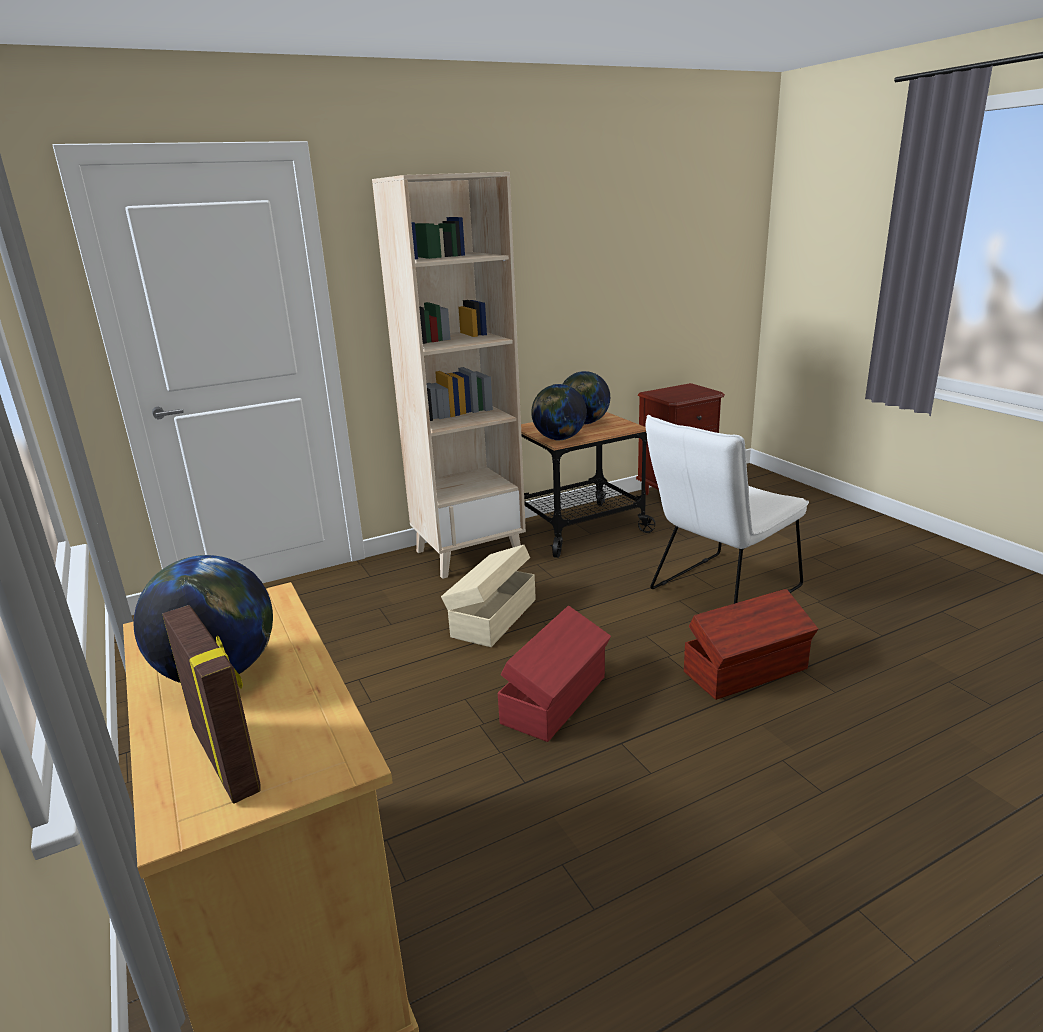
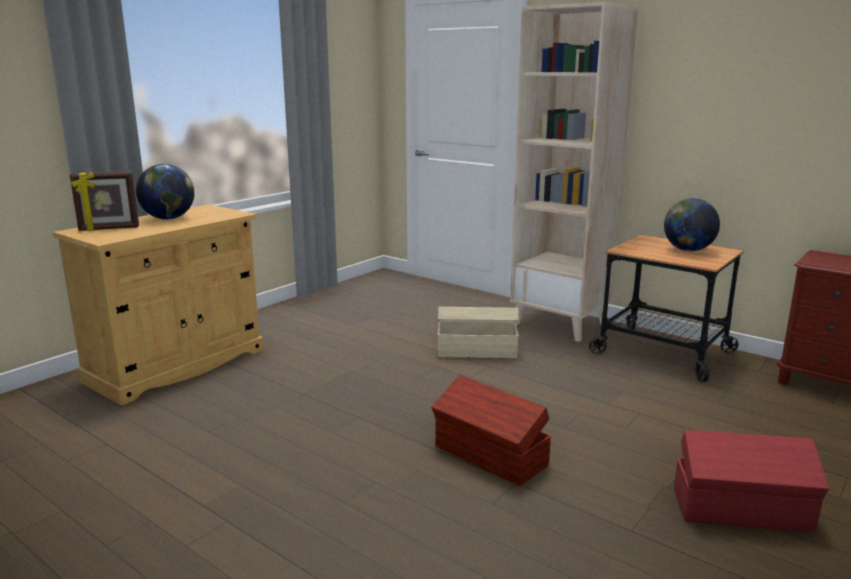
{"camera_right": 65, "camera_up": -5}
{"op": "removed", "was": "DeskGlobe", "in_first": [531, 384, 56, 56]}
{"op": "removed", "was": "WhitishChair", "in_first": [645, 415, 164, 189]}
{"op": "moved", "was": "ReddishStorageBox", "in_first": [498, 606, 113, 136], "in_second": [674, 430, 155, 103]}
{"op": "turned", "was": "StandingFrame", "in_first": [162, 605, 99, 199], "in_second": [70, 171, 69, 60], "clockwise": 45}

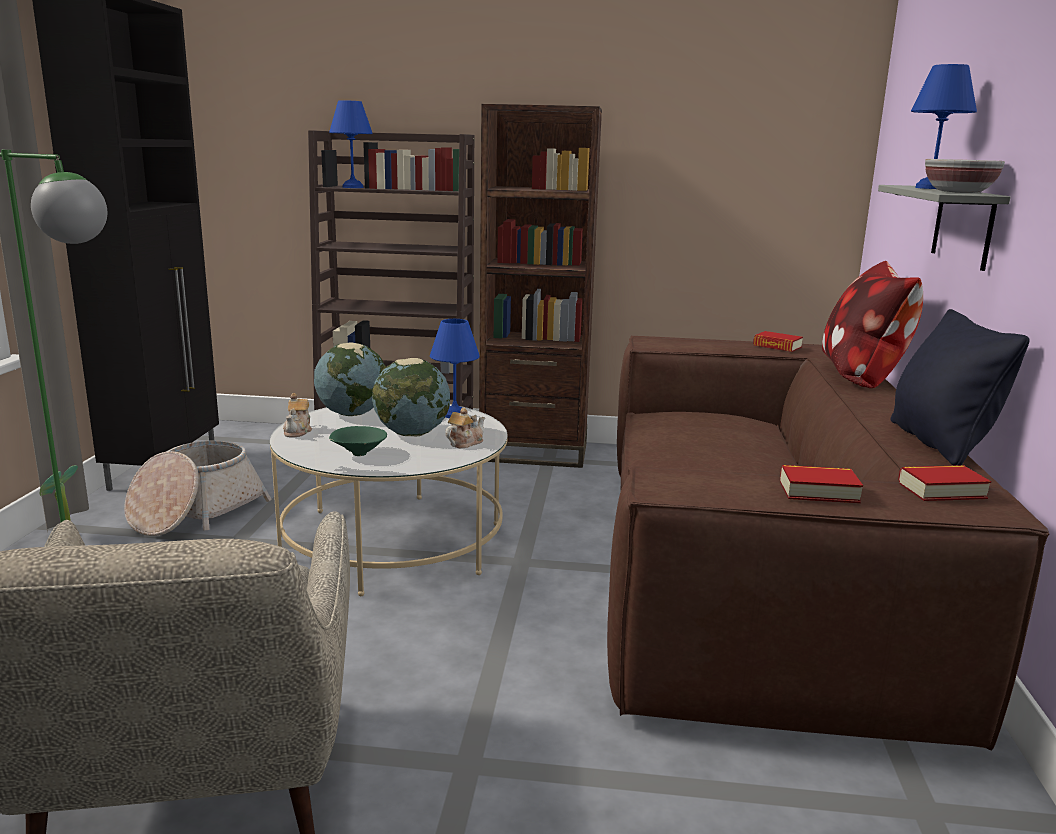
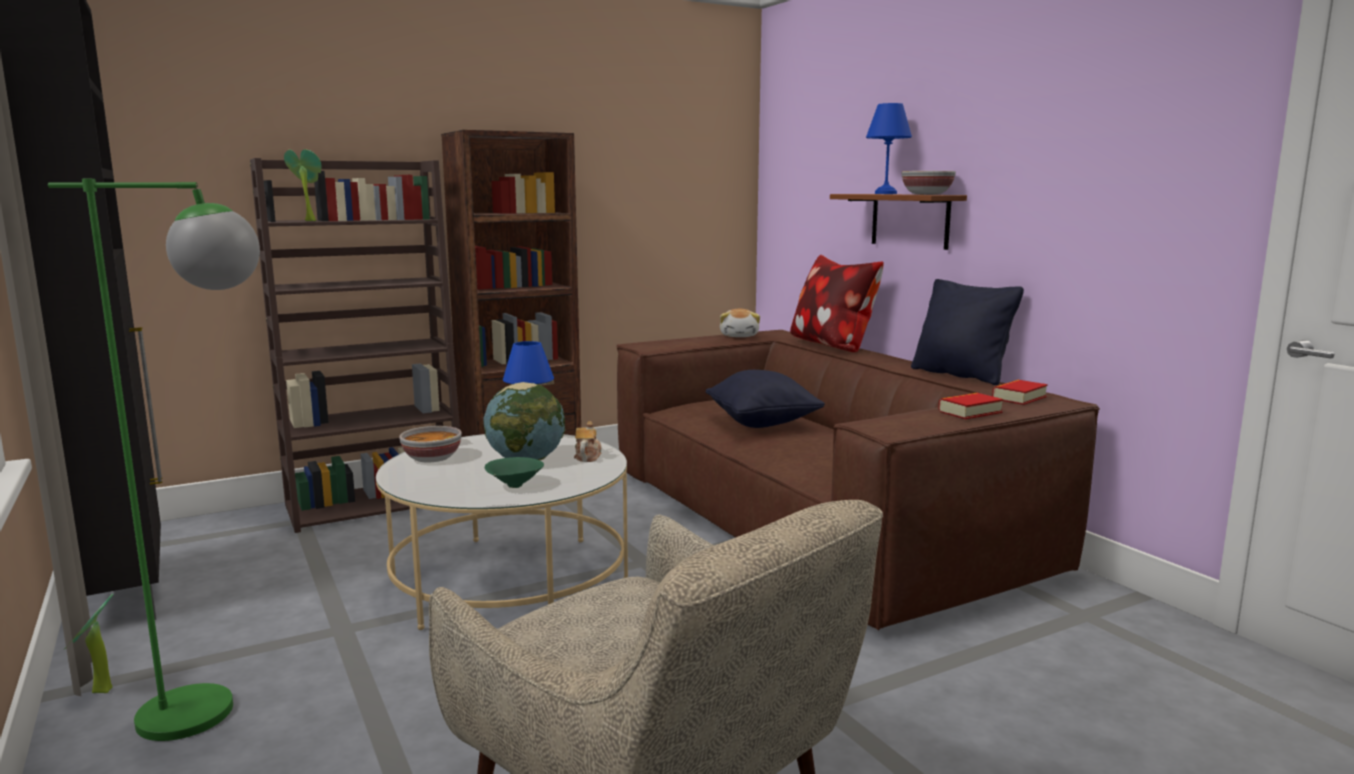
{"camera_right": -35, "camera_up": -5}
{"op": "removed", "was": "HouseholdBasket", "in_first": [124, 440, 147, 96]}
{"op": "removed", "was": "TeaPot", "in_first": [283, 393, 29, 44]}
{"op": "added", "now": "BlackColouredCushion", "in_second": [705, 370, 120, 58]}
{"op": "replaced", "was": "DeskGlobe", "now": "Bowl", "in_first": [314, 342, 72, 74], "in_second": [399, 426, 63, 36]}
{"op": "replaced", "was": "BluishLampForATable", "now": "PlantInAPot", "in_first": [329, 100, 44, 88], "in_second": [284, 149, 38, 72]}
{"op": "replaced", "was": "Volume", "now": "PlushToy", "in_first": [753, 331, 50, 21], "in_second": [720, 309, 40, 28]}
{"op": "recoloured", "was": "GreyShelf", "now": "BrownShelf", "in_first": [878, 185, 133, 86], "in_second": [830, 194, 137, 56]}

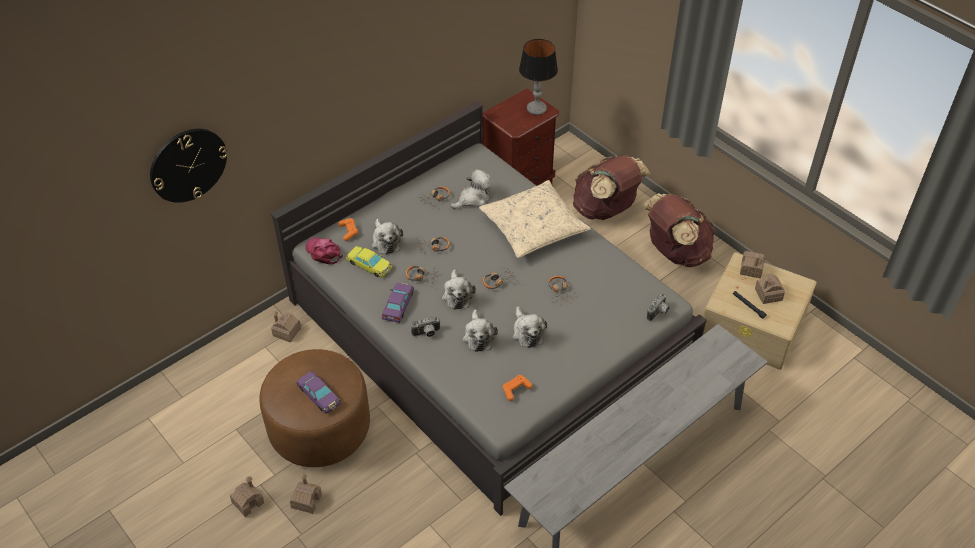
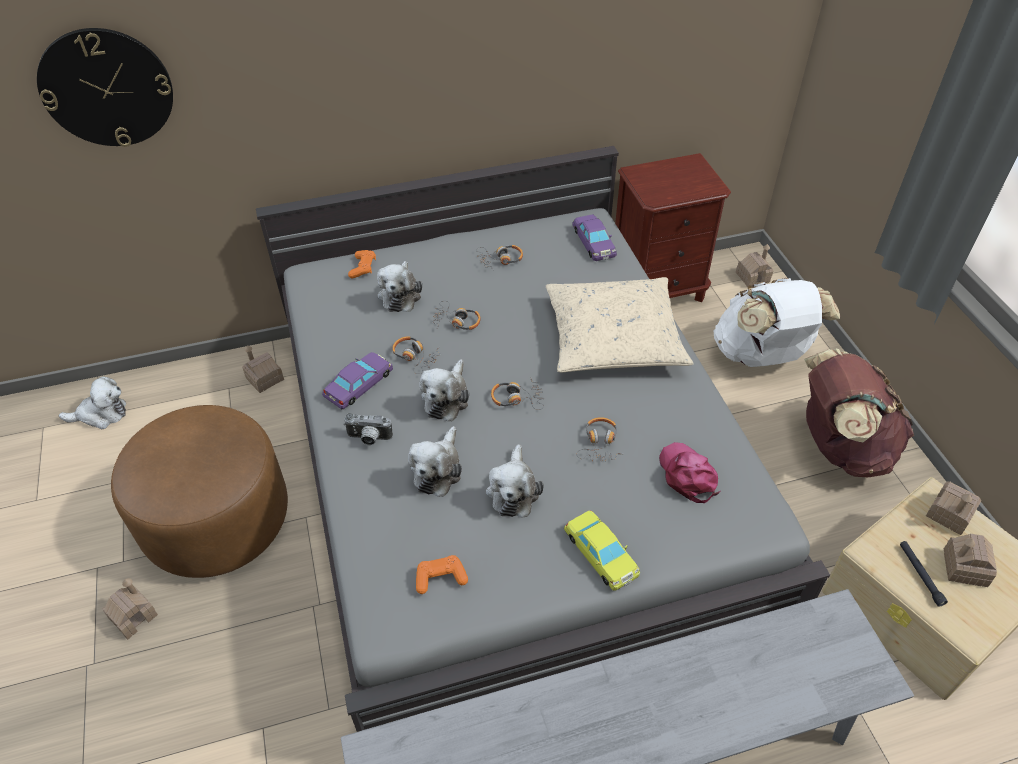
{"camera_right": 25, "camera_up": 0}
{"op": "removed", "was": "LampForATable", "in_first": [519, 39, 39, 76]}
{"op": "removed", "was": "PhotoCamera", "in_first": [647, 293, 23, 28]}
{"op": "moved", "was": "MiniatureHouse", "in_first": [230, 476, 34, 41], "in_second": [736, 244, 37, 43]}
{"op": "moved", "was": "PurpleMiniatureCar", "in_first": [296, 371, 45, 43], "in_second": [572, 214, 45, 47]}
{"op": "moved", "was": "PinkBaseballCap", "in_first": [305, 237, 38, 28], "in_second": [659, 442, 61, 61]}
{"op": "moved", "was": "YellowishMiniatureCar", "in_first": [346, 246, 46, 32], "in_second": [564, 510, 76, 81]}
{"op": "moved", "was": "PlushToy", "in_first": [451, 169, 39, 41], "in_second": [59, 377, 67, 53]}
{"op": "recoloured", "was": "BrownRucksack", "now": "WhitishRucksack", "in_first": [573, 156, 78, 64], "in_second": [713, 278, 127, 89]}

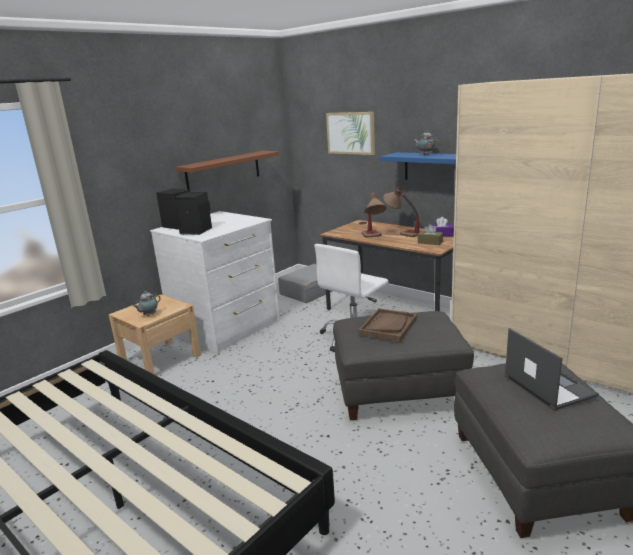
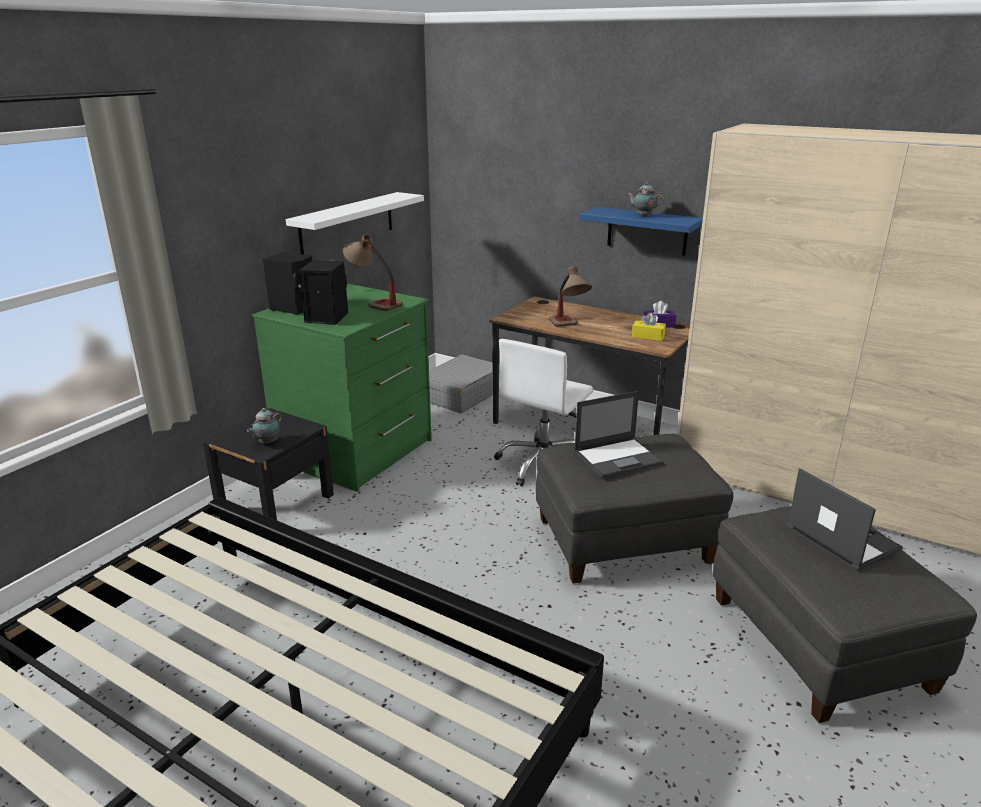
{"camera_right": -10, "camera_up": 5}
{"op": "removed", "was": "WallArt", "in_first": [326, 112, 49, 43]}
{"op": "moved", "was": "LampForATable", "in_first": [383, 187, 38, 50], "in_second": [343, 235, 60, 76]}
{"op": "replaced", "was": "BrownServingTray", "now": "PortableComputer", "in_first": [359, 308, 58, 34], "in_second": [574, 391, 90, 87]}
{"op": "recoloured", "was": "BeigeColouredBedsideTable", "now": "BlackColouredBedsideTable", "in_first": [109, 294, 92, 81], "in_second": [203, 408, 131, 112]}
{"op": "recoloured", "was": "WhitishDrawerChest", "now": "GreenishDrawerChest", "in_first": [150, 211, 130, 143], "in_second": [252, 283, 180, 209]}
{"op": "recoloured", "was": "BrownShelf", "now": "WhitishShelf", "in_first": [175, 151, 104, 40], "in_second": [286, 192, 138, 62]}
{"op": "recoloured", "was": "BrownTissueBox", "now": "YellowishTissueBox", "in_first": [418, 224, 25, 21], "in_second": [632, 312, 34, 29]}

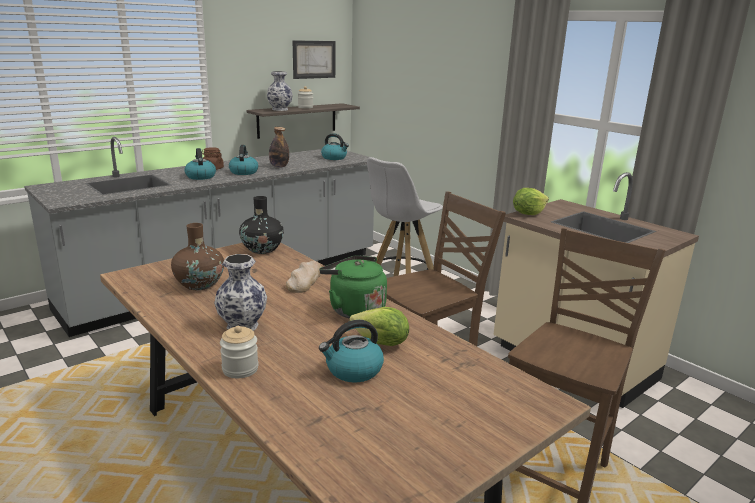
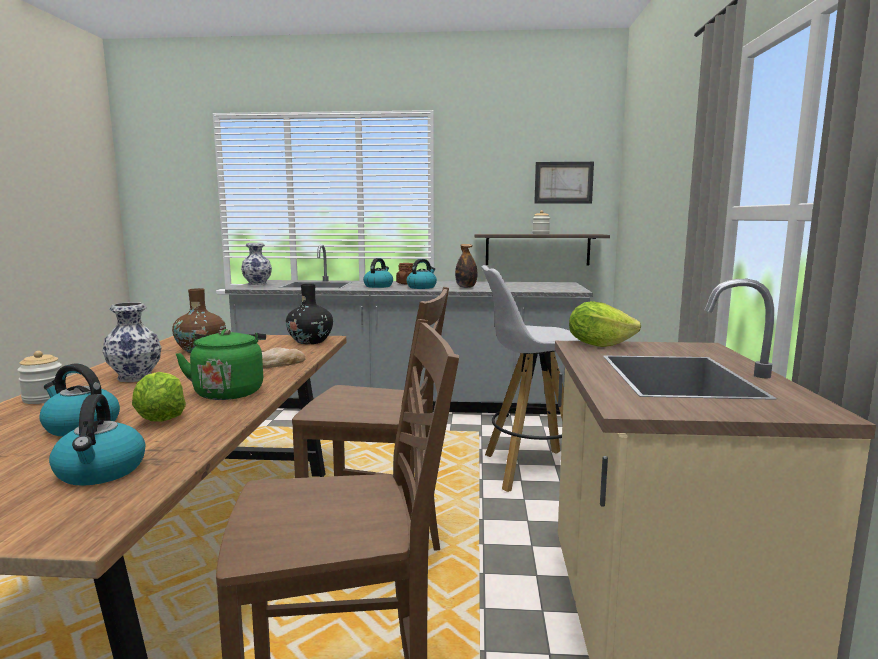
{"camera_right": 45, "camera_up": -10}
{"op": "moved", "was": "Vase", "in_first": [267, 71, 26, 40], "in_second": [241, 243, 31, 43]}
{"op": "moved", "was": "TeaKettle", "in_first": [321, 133, 28, 27], "in_second": [49, 394, 96, 92]}

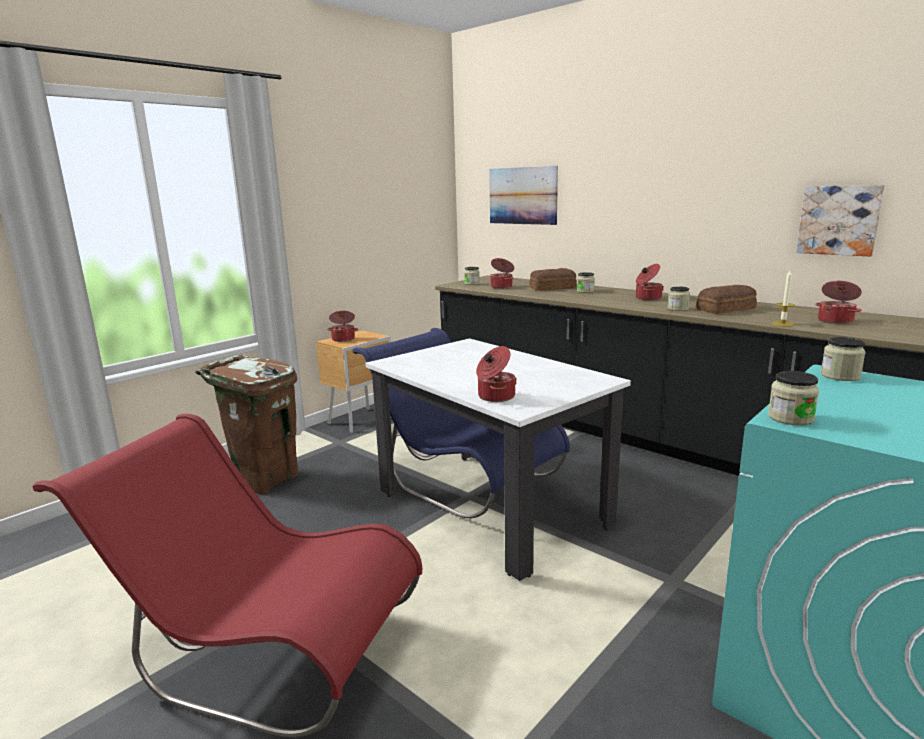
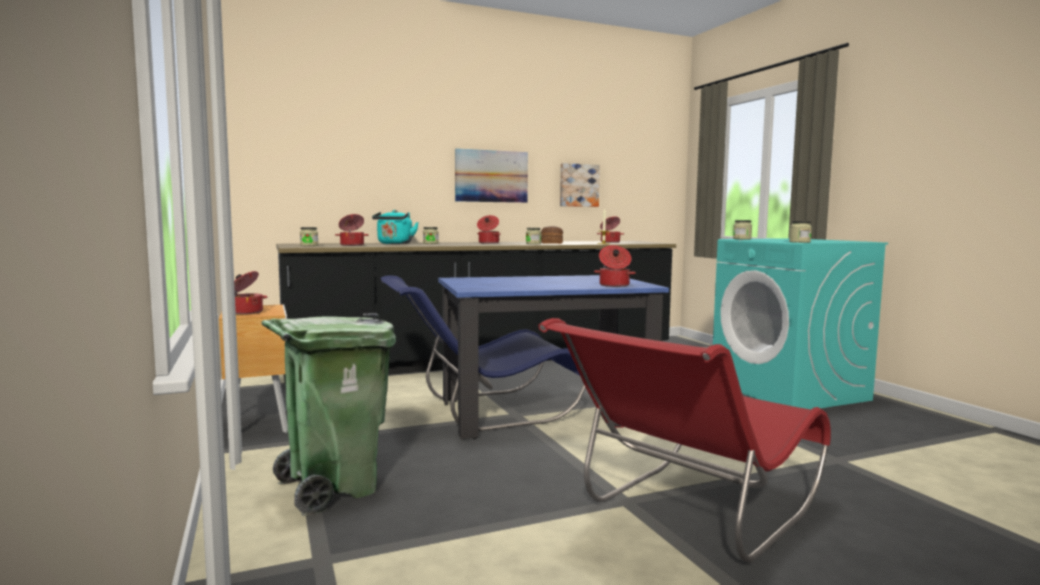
{"camera_right": -65, "camera_up": -10}
{"op": "moved", "was": "WallArt", "in_first": [489, 166, 69, 59], "in_second": [455, 149, 73, 54]}
{"op": "replaced", "was": "BakedBread", "now": "BlueGreenTeaKettle", "in_first": [529, 268, 48, 23], "in_second": [372, 210, 47, 34]}
{"op": "recoloured", "was": "BrownRubbishBin", "now": "GreenishRubbishBin", "in_first": [195, 355, 104, 139], "in_second": [261, 313, 135, 203]}
{"op": "recoloured", "was": "WhitishKitchenTable", "now": "BluishKitchenTable", "in_first": [365, 338, 266, 243], "in_second": [438, 275, 231, 165]}

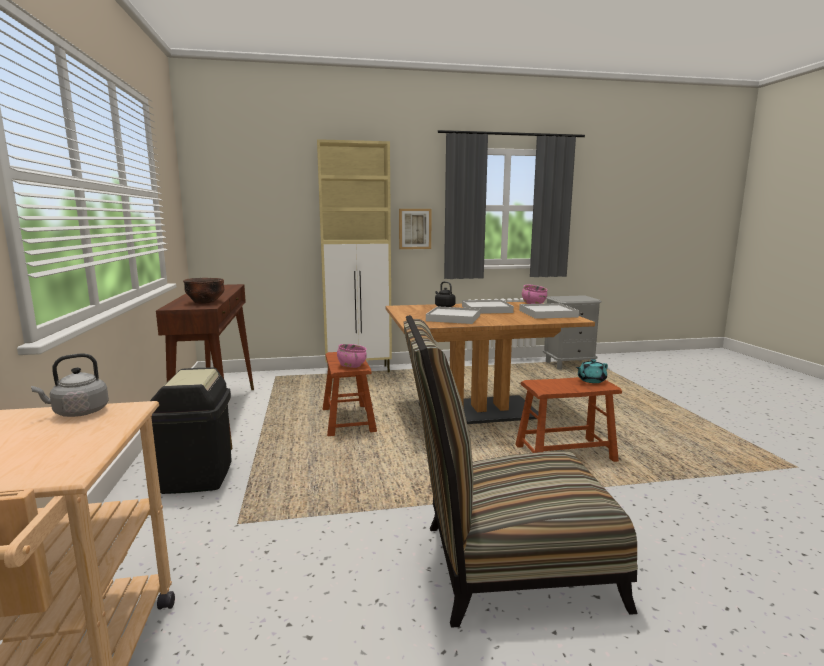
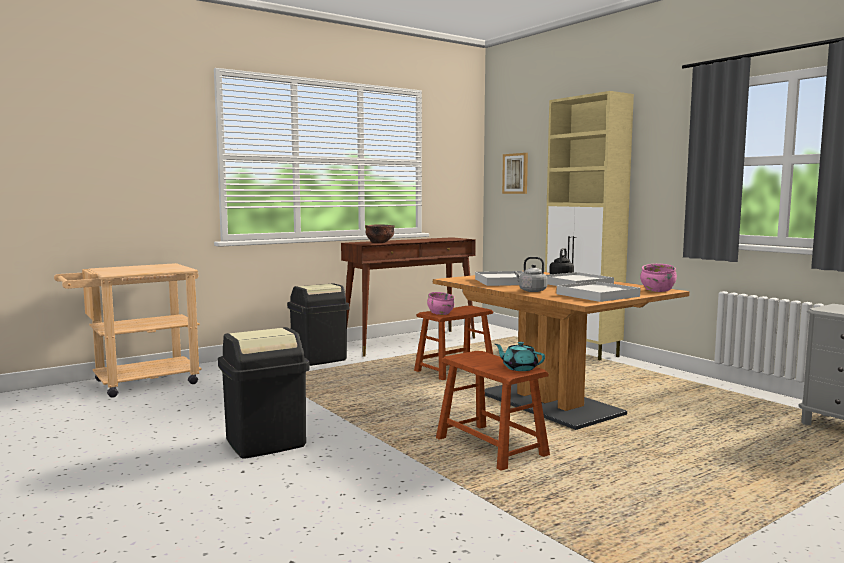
{"camera_right": 65, "camera_up": -5}
{"op": "moved", "was": "GreyTeaKettle", "in_first": [31, 353, 78, 64], "in_second": [514, 257, 33, 35]}
{"op": "moved", "was": "WallArt", "in_first": [399, 209, 33, 40], "in_second": [502, 153, 26, 41]}
{"op": "replaced", "was": "Chair", "now": "BlackColouredRubbishBin", "in_first": [404, 315, 234, 313], "in_second": [218, 327, 92, 132]}

